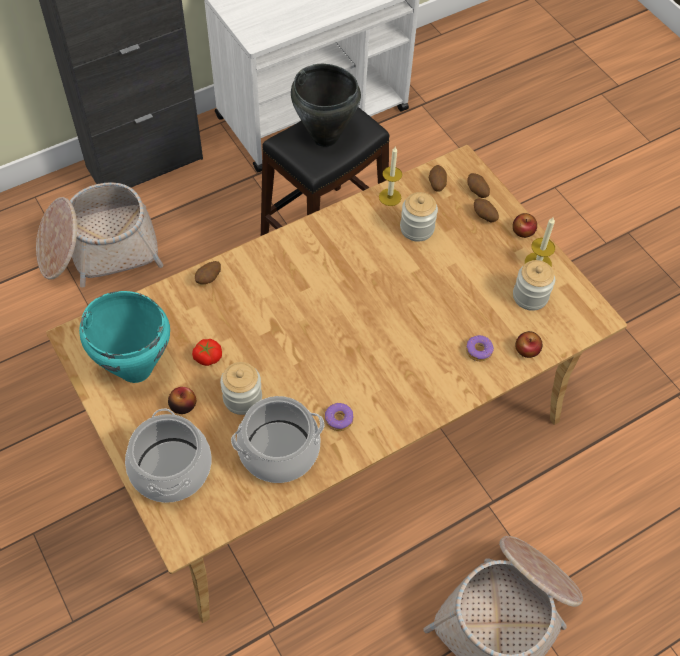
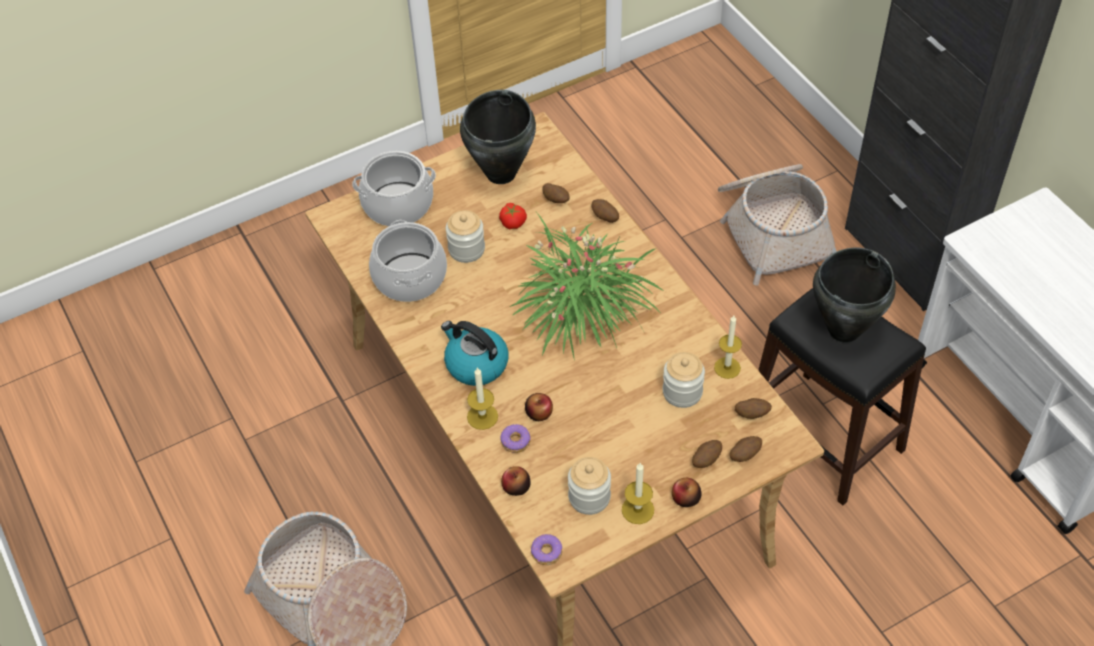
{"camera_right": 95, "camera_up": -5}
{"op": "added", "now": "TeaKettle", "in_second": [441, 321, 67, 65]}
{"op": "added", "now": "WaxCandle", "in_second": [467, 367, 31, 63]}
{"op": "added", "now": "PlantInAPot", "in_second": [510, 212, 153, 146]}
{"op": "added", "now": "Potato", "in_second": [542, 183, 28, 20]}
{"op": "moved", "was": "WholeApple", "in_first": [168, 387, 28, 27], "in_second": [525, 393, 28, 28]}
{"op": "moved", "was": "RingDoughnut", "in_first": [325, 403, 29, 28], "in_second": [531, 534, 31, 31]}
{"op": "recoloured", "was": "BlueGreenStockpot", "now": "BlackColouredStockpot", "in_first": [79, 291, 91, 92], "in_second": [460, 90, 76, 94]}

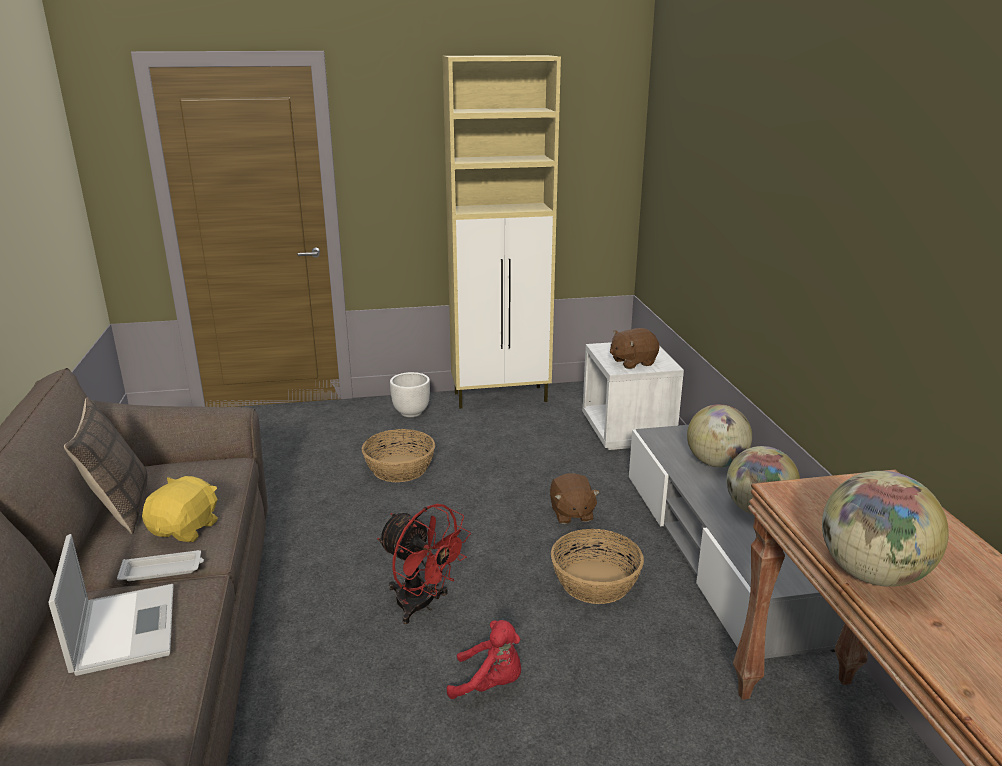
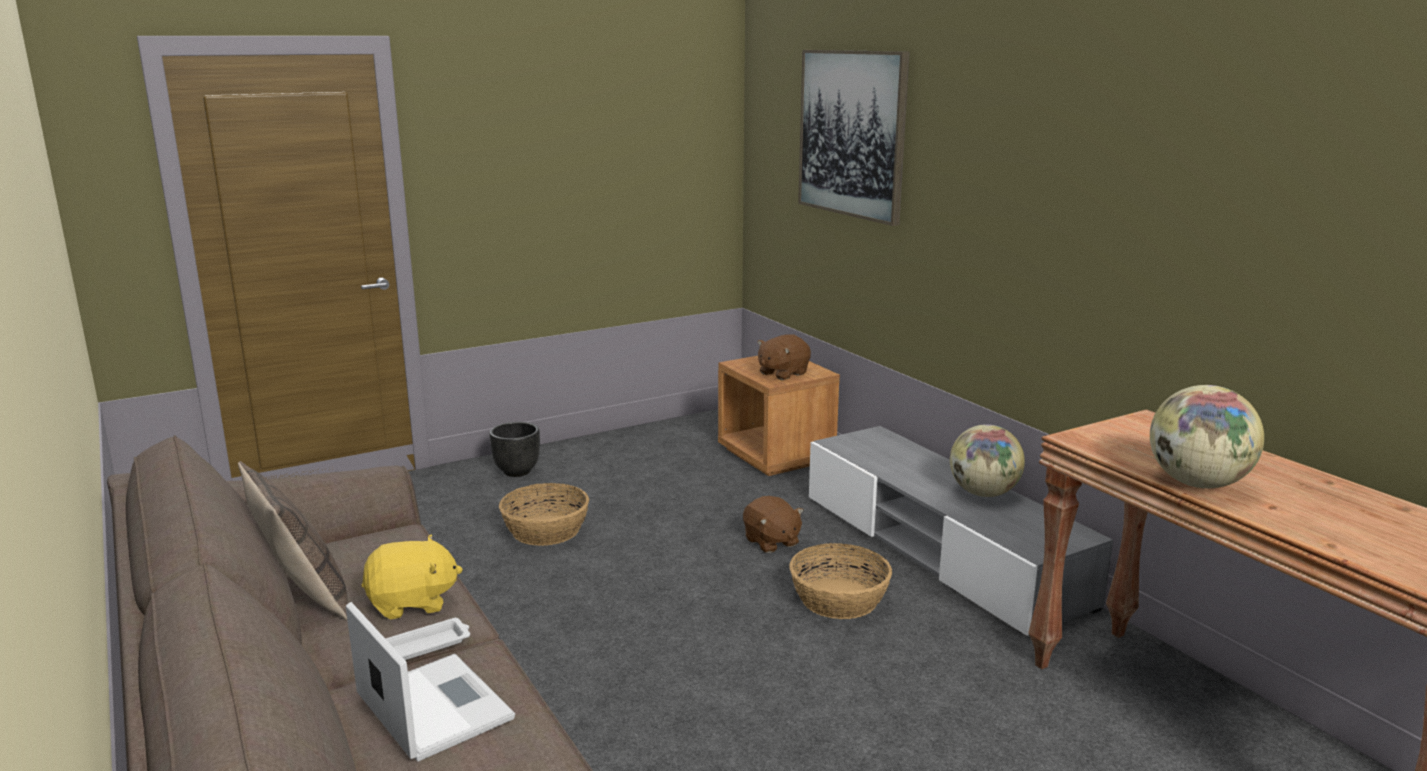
{"camera_right": -20, "camera_up": -5}
{"op": "removed", "was": "ReddishElectricFan", "in_first": [377, 504, 94, 120]}
{"op": "removed", "was": "BeigeColouredStorageCabinet", "in_first": [442, 55, 119, 354]}
{"op": "removed", "was": "ReddishPlushToy", "in_first": [447, 620, 74, 79]}
{"op": "removed", "was": "DeskGlobe", "in_first": [687, 404, 65, 63]}
{"op": "added", "now": "WallArt", "in_second": [798, 50, 111, 176]}
{"op": "recoloured", "was": "WhitishPlanter", "now": "BlackColouredPlanter", "in_first": [390, 372, 40, 45], "in_second": [490, 422, 50, 55]}
{"op": "recoloured", "was": "WhitishBedsideTable", "now": "BrownBedsideTable", "in_first": [582, 342, 102, 108], "in_second": [718, 356, 122, 120]}
{"op": "turned", "was": "YellowishPlushToy", "in_first": [142, 476, 76, 66], "in_second": [361, 535, 102, 85], "clockwise": 75}

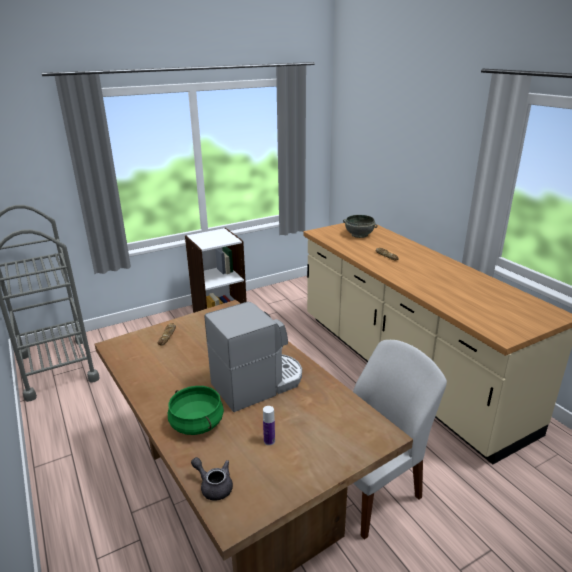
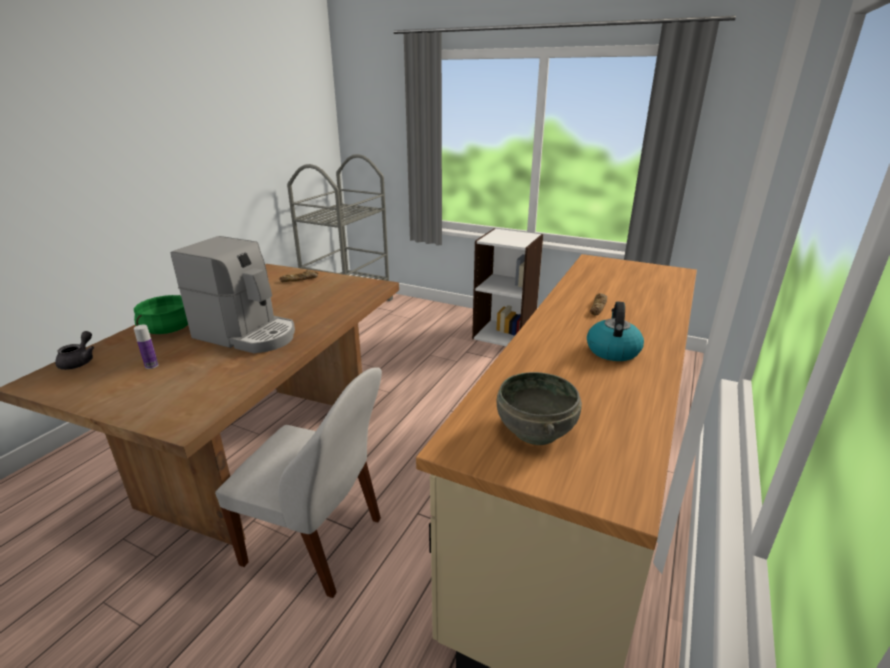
{"camera_right": 55, "camera_up": 0}
{"op": "added", "now": "TeaKettle", "in_second": [587, 302, 57, 59]}
{"op": "moved", "was": "GreyBowl", "in_first": [343, 215, 35, 23], "in_second": [497, 372, 85, 73]}

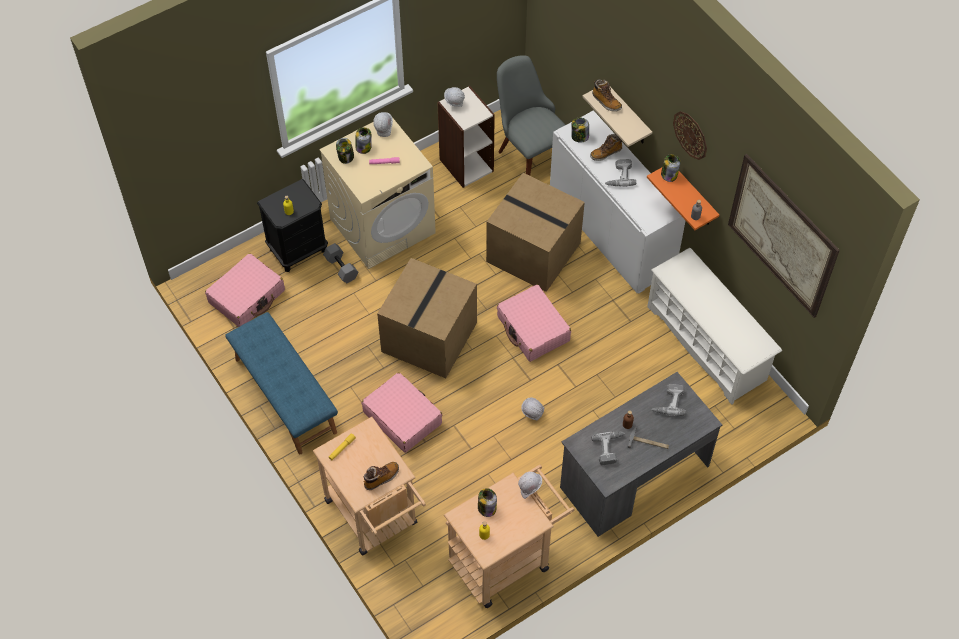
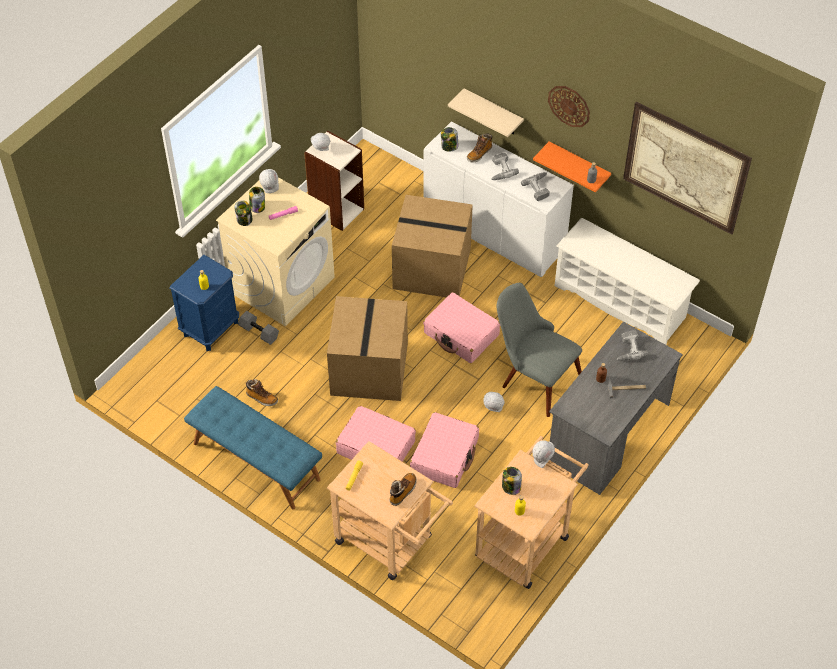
{"camera_right": -20, "camera_up": -5}
{"op": "removed", "was": "Jar", "in_first": [661, 154, 19, 28]}
{"op": "moved", "was": "PinkSuitcase", "in_first": [205, 253, 80, 74], "in_second": [410, 412, 69, 76]}
{"op": "moved", "was": "GreyChair", "in_first": [497, 55, 68, 121], "in_second": [497, 283, 85, 134]}
{"op": "moved", "was": "Drill", "in_first": [591, 432, 34, 33], "in_second": [521, 172, 29, 29]}
{"op": "moved", "was": "Boot", "in_first": [592, 79, 30, 33], "in_second": [245, 379, 33, 27]}
{"op": "recoloured", "was": "BlackColouredBedsideTable", "now": "BluishBedsideTable", "in_first": [257, 179, 71, 93], "in_second": [169, 255, 70, 96]}

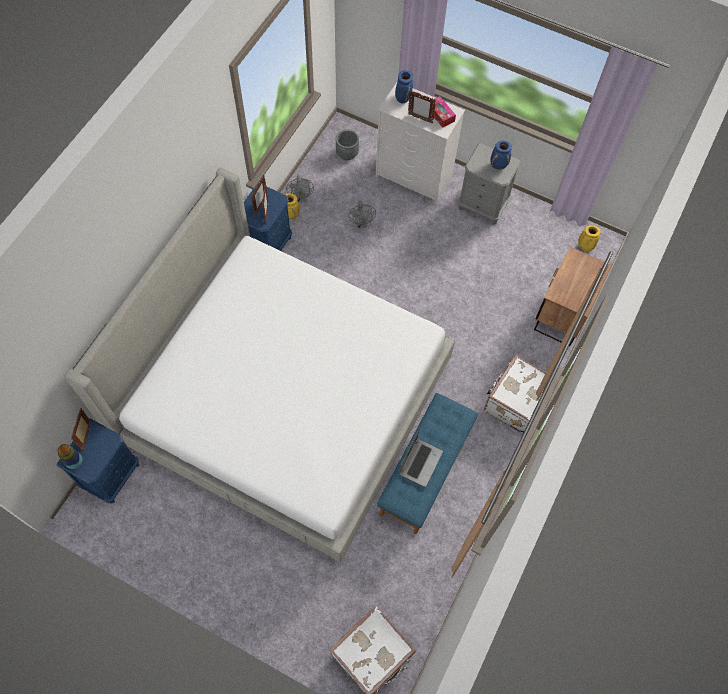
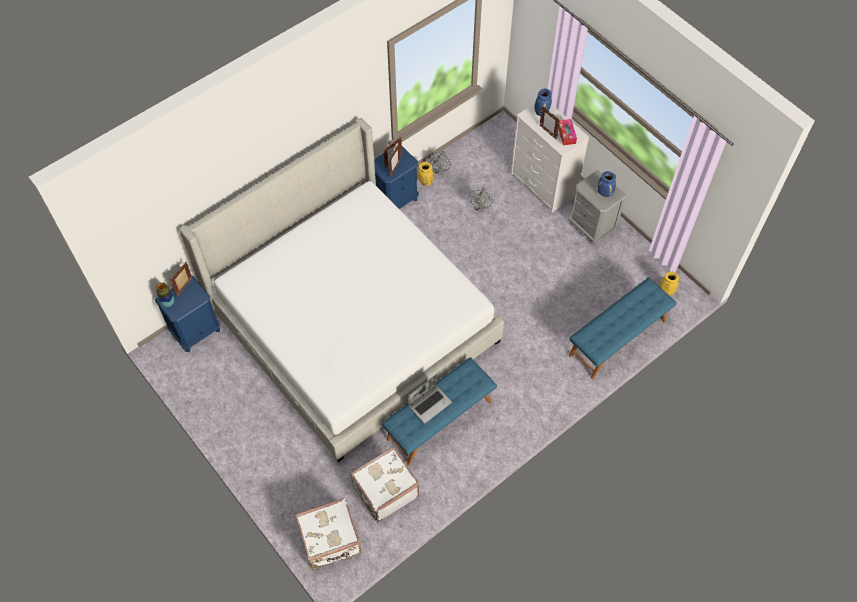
{"camera_right": 25, "camera_up": -5}
{"op": "removed", "was": "GreyPlanter", "in_first": [336, 130, 23, 30]}
{"op": "moved", "was": "WhitishSuitcase", "in_first": [484, 355, 62, 79], "in_second": [350, 446, 70, 76]}
{"op": "replaced", "was": "BedsideTable", "now": "BluishIndoorBench", "in_first": [534, 247, 78, 99], "in_second": [569, 277, 108, 102]}

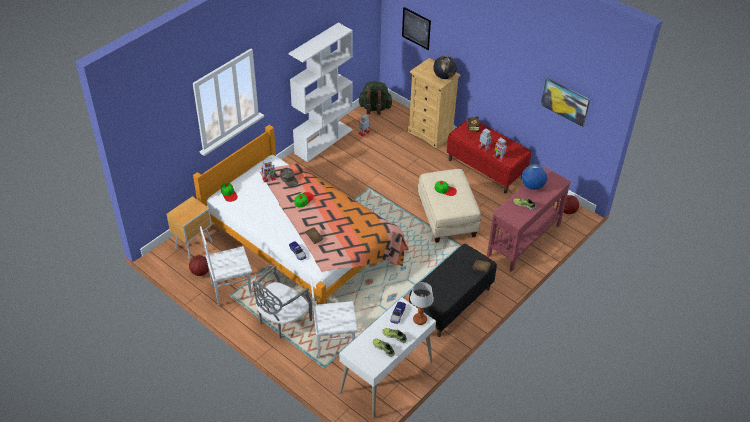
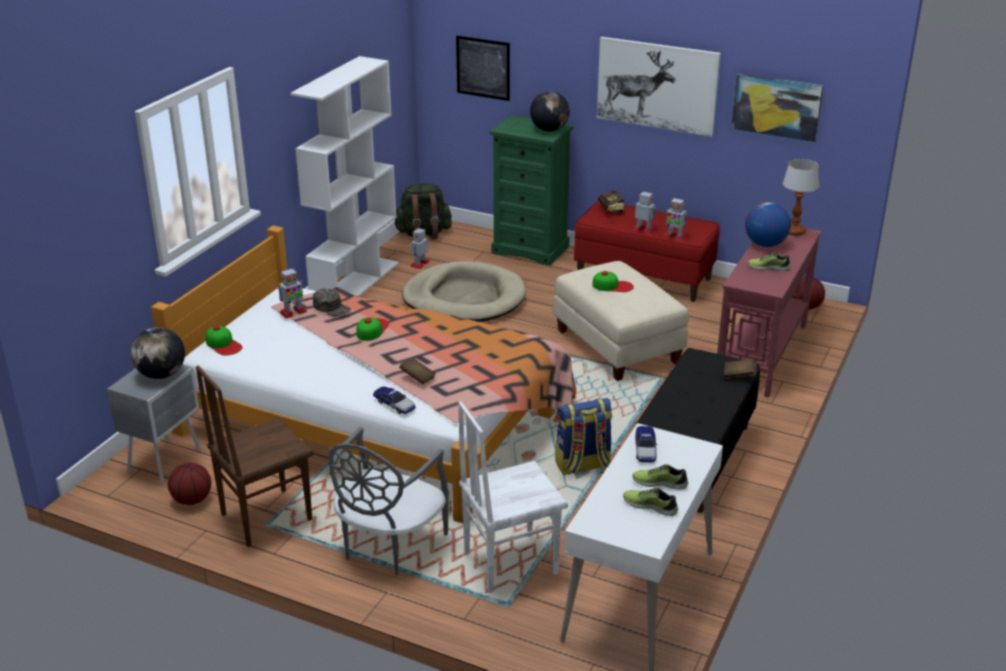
{"camera_right": -15, "camera_up": -15}
{"op": "added", "now": "DeskGlobe", "in_second": [131, 327, 54, 52]}
{"op": "added", "now": "BeigeColouredPetBed", "in_second": [402, 261, 124, 61]}
{"op": "added", "now": "Rucksack", "in_second": [555, 398, 58, 78]}
{"op": "added", "now": "WallArt", "in_second": [597, 37, 124, 100]}
{"op": "moved", "was": "LampForATable", "in_first": [410, 282, 24, 43], "in_second": [783, 159, 36, 77]}
{"op": "recoloured", "was": "BrownBedsideTable", "now": "GreyBedsideTable", "in_first": [166, 196, 47, 63], "in_second": [107, 365, 95, 119]}
{"op": "recoloured", "was": "WhitishChair", "now": "BrownChair", "in_first": [200, 226, 52, 80], "in_second": [196, 366, 117, 181]}
{"op": "recoloured", "was": "BeigeColouredDrawerChest", "now": "GreenishDrawerChest", "in_first": [408, 58, 52, 91], "in_second": [490, 115, 84, 151]}

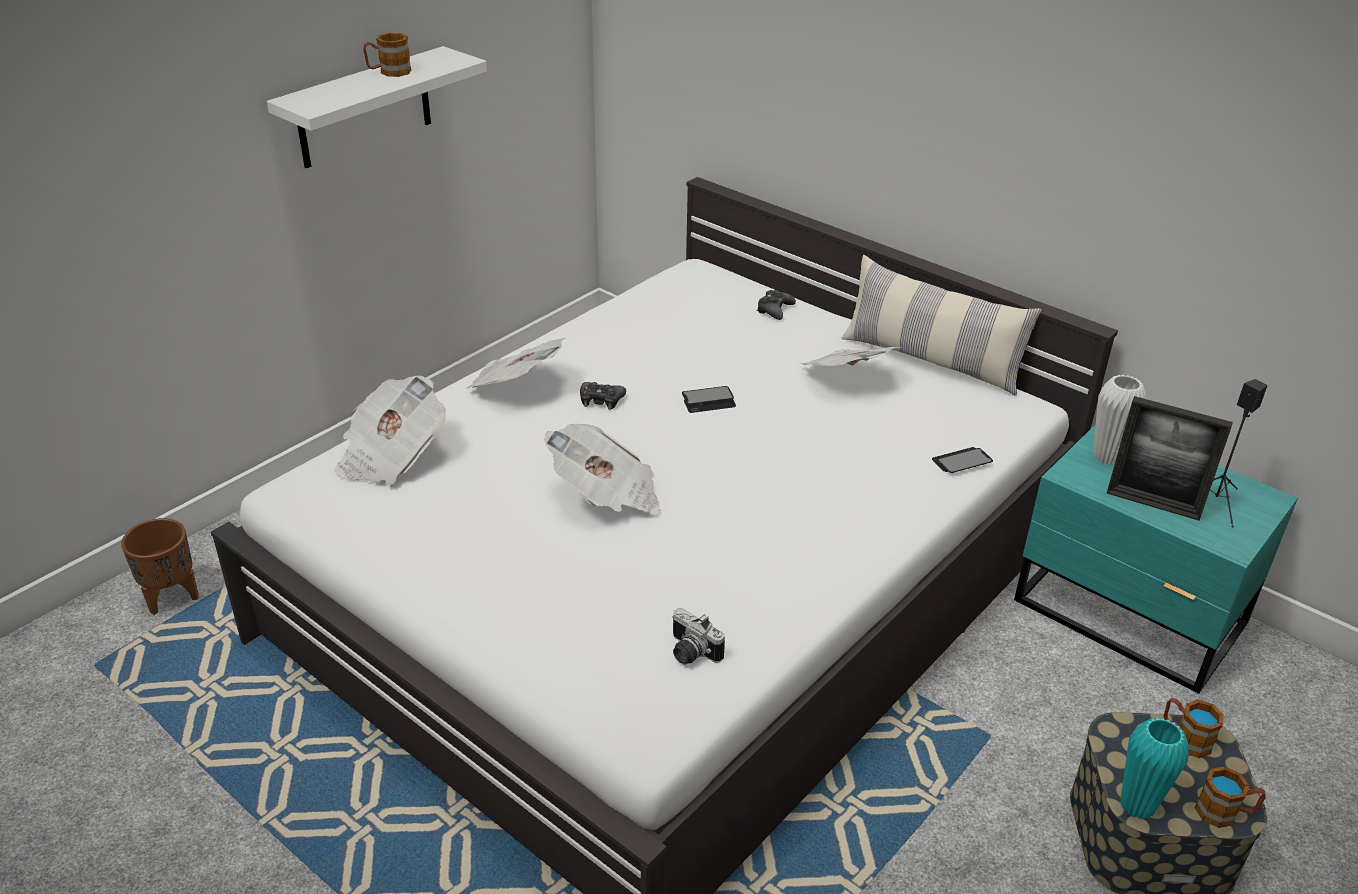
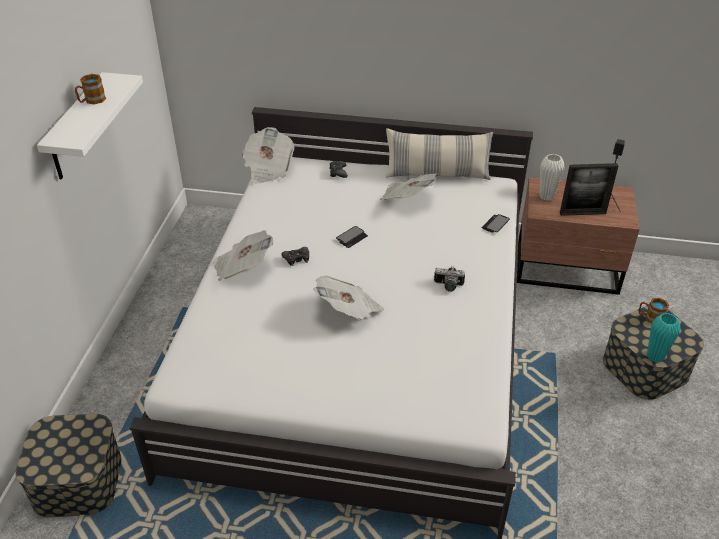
{"camera_right": -30, "camera_up": 5}
{"op": "removed", "was": "CoffeeMug", "in_first": [1195, 766, 71, 62]}
{"op": "moved", "was": "Newspaper", "in_first": [335, 376, 111, 108], "in_second": [242, 127, 53, 56]}
{"op": "moved", "was": "PhotoCamera", "in_first": [672, 608, 53, 57], "in_second": [434, 266, 31, 26]}
{"op": "replaced", "was": "BrownPlanter", "now": "StorageBox", "in_first": [121, 518, 78, 97], "in_second": [15, 414, 107, 103]}
{"op": "recoloured", "was": "BlueGreenBedsideTable", "now": "BrownBedsideTable", "in_first": [1014, 424, 284, 270], "in_second": [517, 177, 123, 118]}

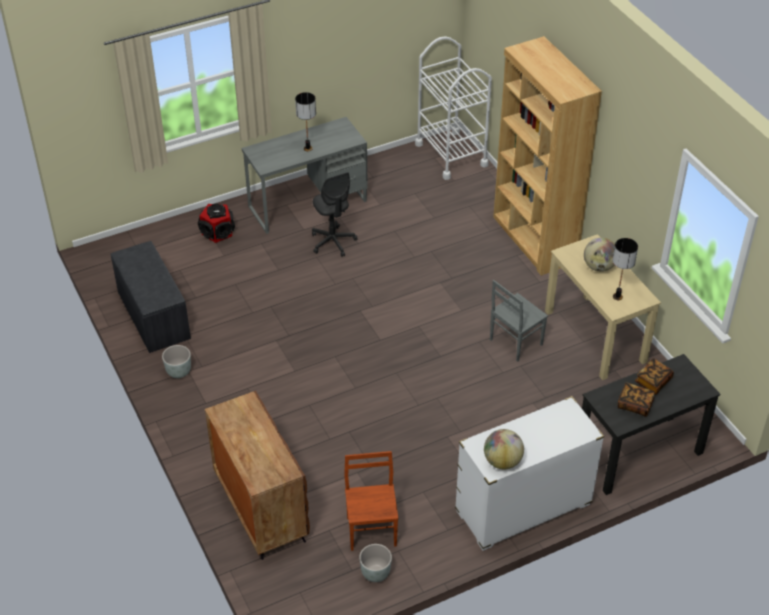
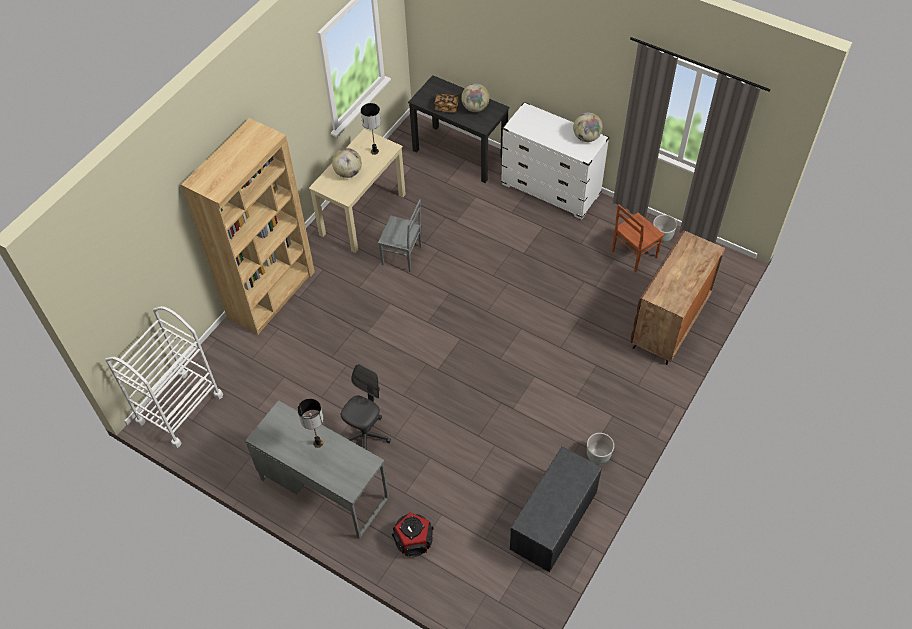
{"camera_right": -120, "camera_up": 10}
{"op": "replaced", "was": "Volume", "now": "DeskGlobe", "in_first": [618, 382, 37, 35], "in_second": [461, 84, 28, 28]}

